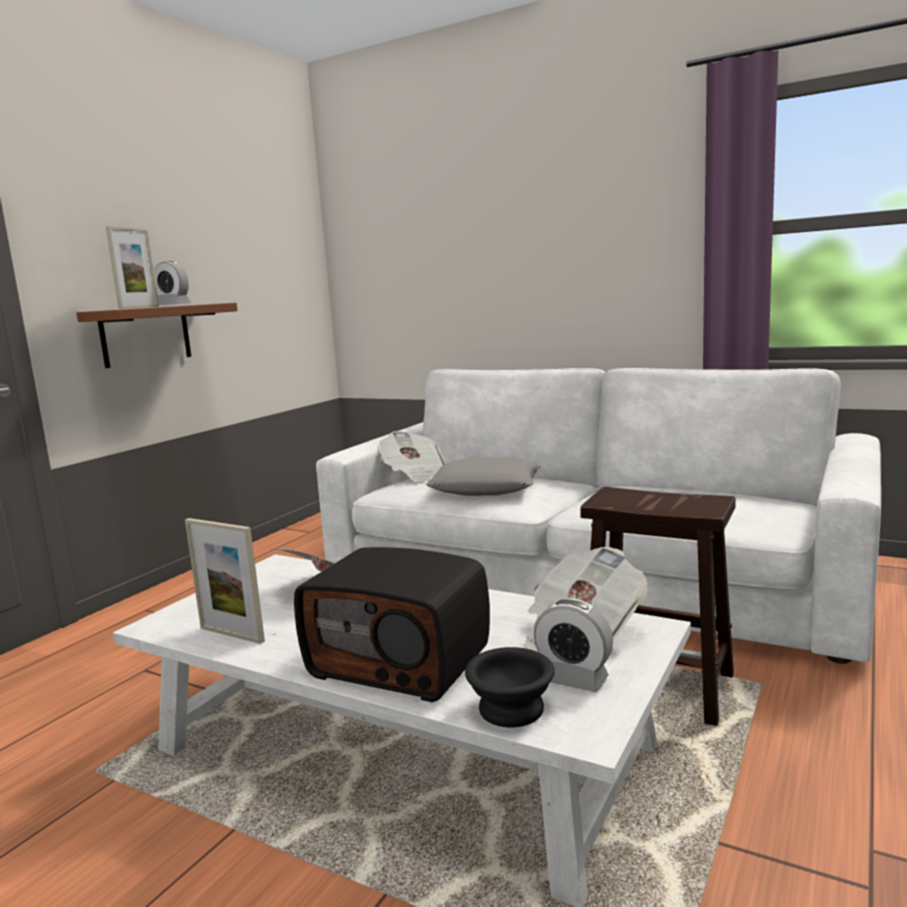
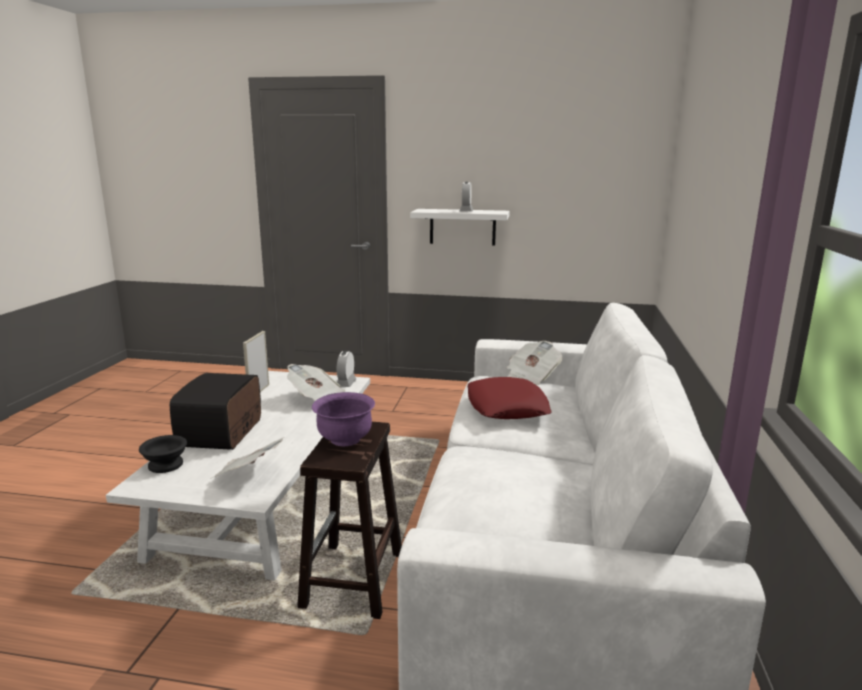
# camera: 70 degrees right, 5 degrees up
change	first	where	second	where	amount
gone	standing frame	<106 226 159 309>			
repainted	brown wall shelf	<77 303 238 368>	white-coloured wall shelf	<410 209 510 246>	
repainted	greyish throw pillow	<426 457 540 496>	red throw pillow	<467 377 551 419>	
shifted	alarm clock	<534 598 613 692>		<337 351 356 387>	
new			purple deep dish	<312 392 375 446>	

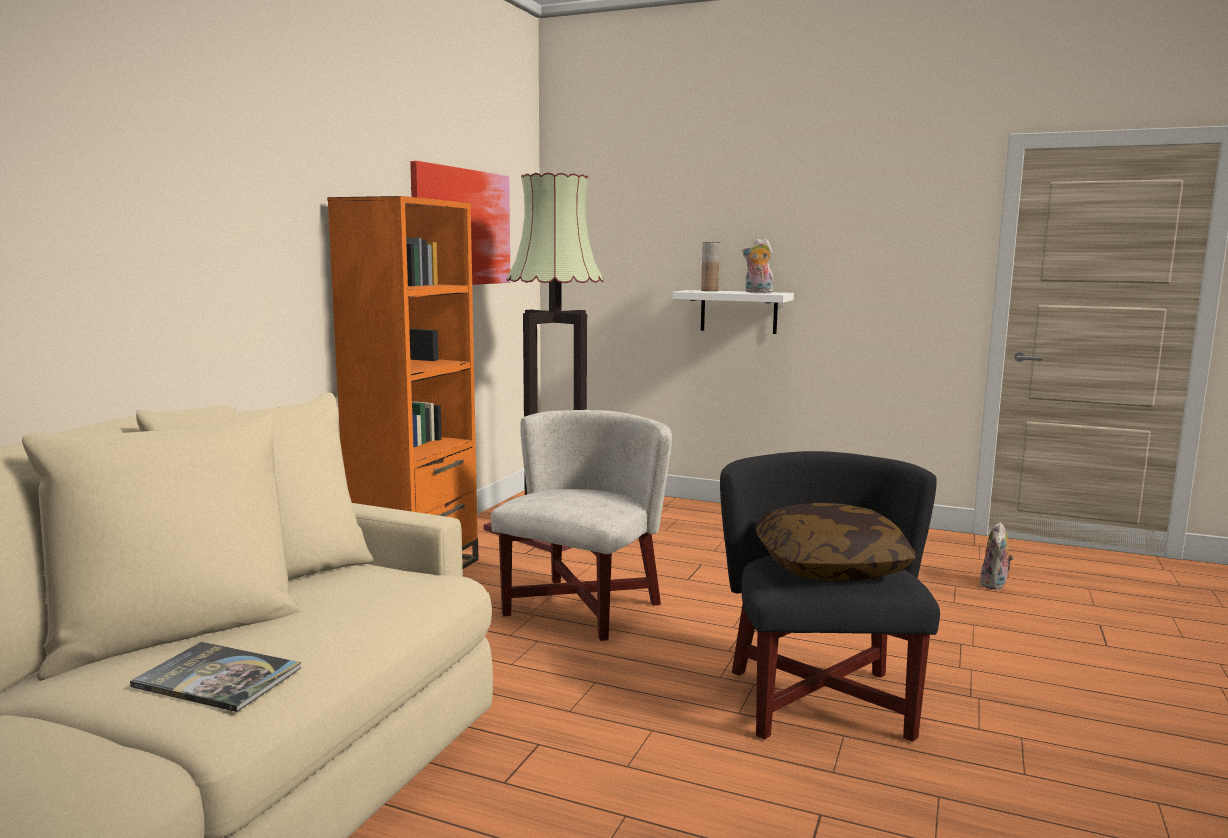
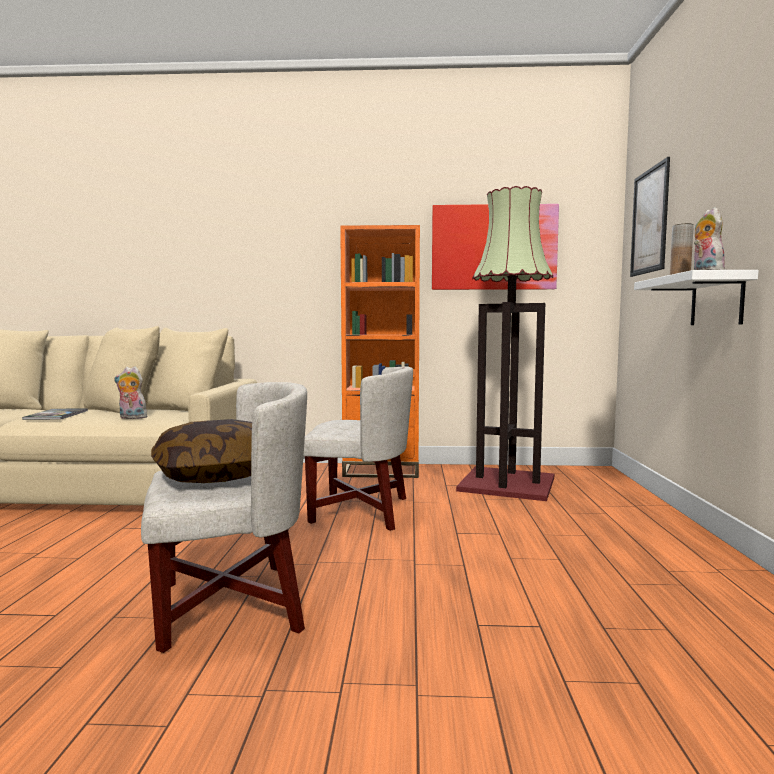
# camera: 70 degrees right, 5 degrees down
change	first	where	second	where	amount
repainted	black-coloured easy chair	<720 451 940 742>	white-coloured easy chair	<141 382 307 653>	
shifted	cuddly toy	<979 522 1014 590>		<114 366 147 419>	
new			wall picture	<630 157 670 277>	

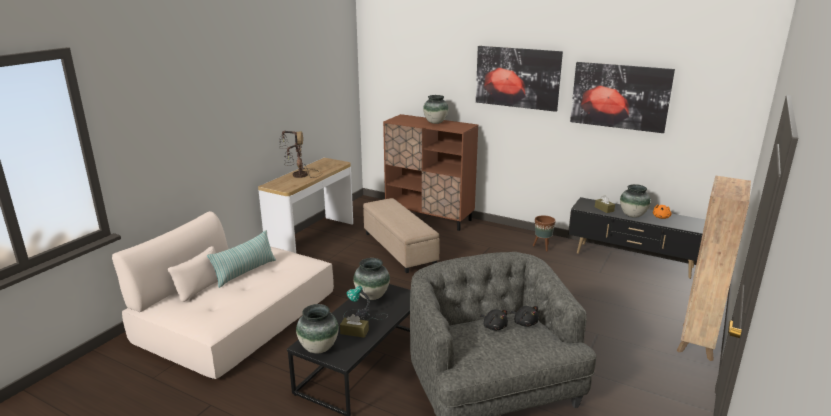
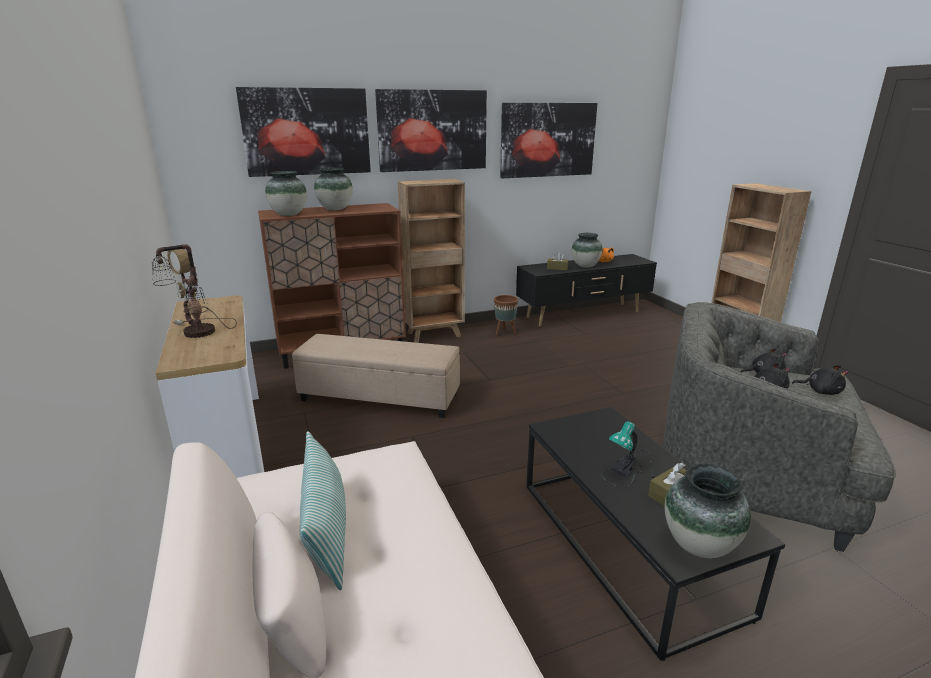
# camera: 50 degrees left, 0 degrees up
change	first	where	second	where	amount
shifted	decorative vase	<353 258 390 300>		<265 171 307 216>	
new			wall picture	<236 87 371 177>	
new			brown bookshelf	<398 179 465 343>	
new			black-coloured cuddly toy	<792 365 848 395>	

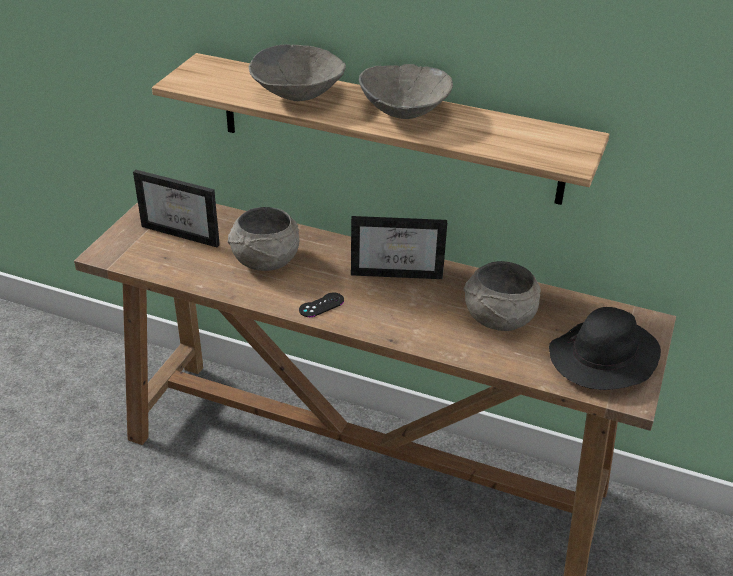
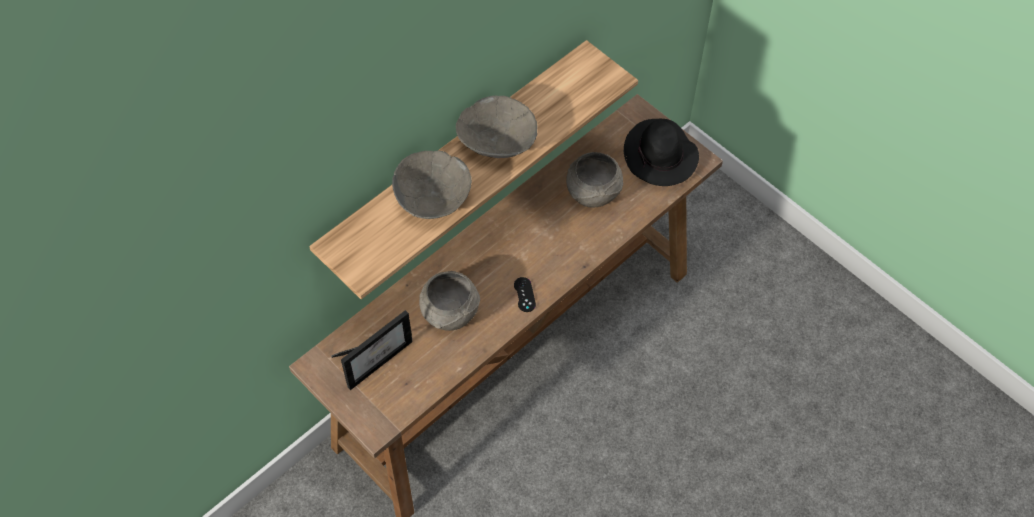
# camera: 65 degrees left, 20 degrees up
change	first	where	second	where	amount
gone	standing frame	<351 216 447 279>			

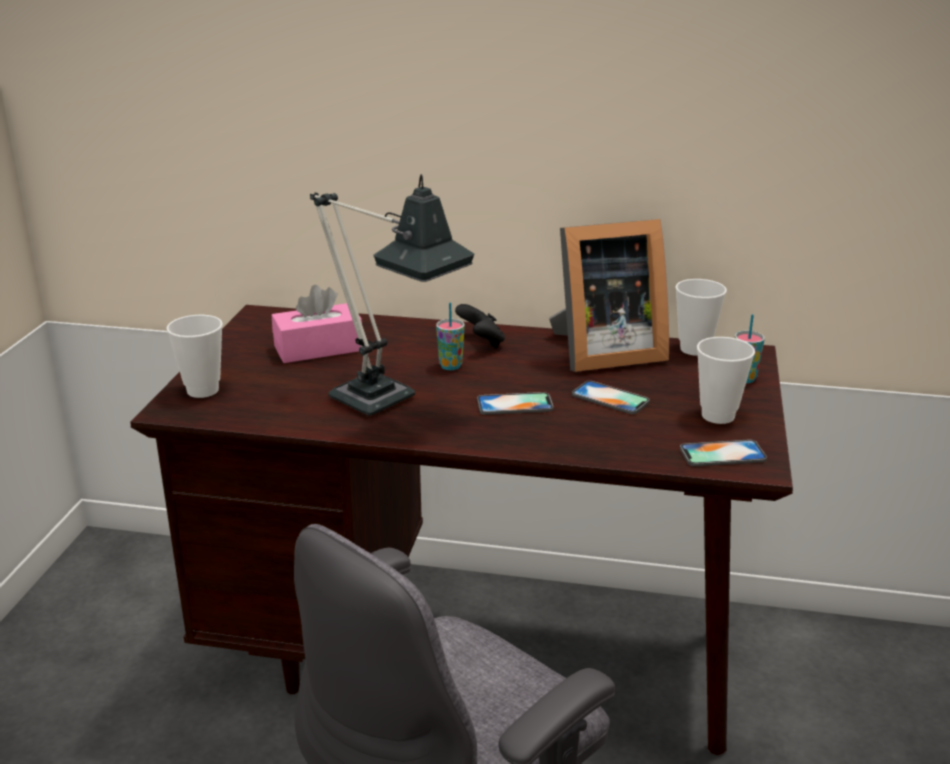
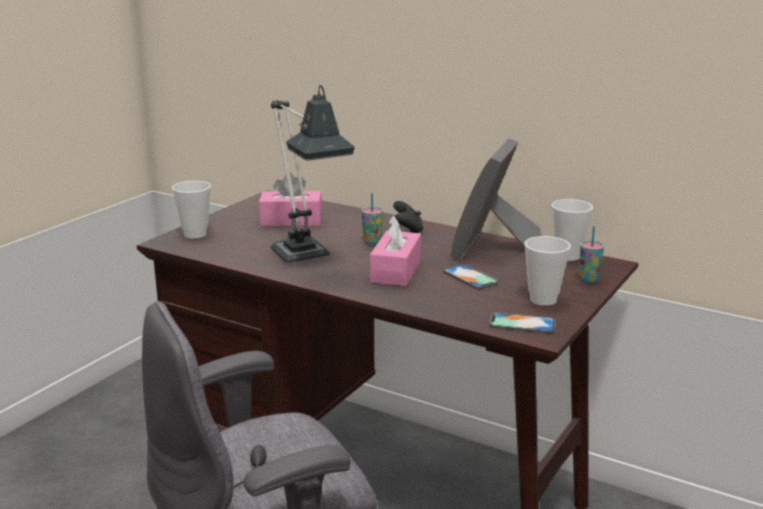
# camera: 20 degrees right, 5 degrees down
change	first	where	second	where	amount
rotated	standing frame	<549 219 669 372>		<450 138 542 261>	105 degrees clockwise
swapped	handset	<477 392 554 415>	pink tissue holder	<370 215 421 286>	

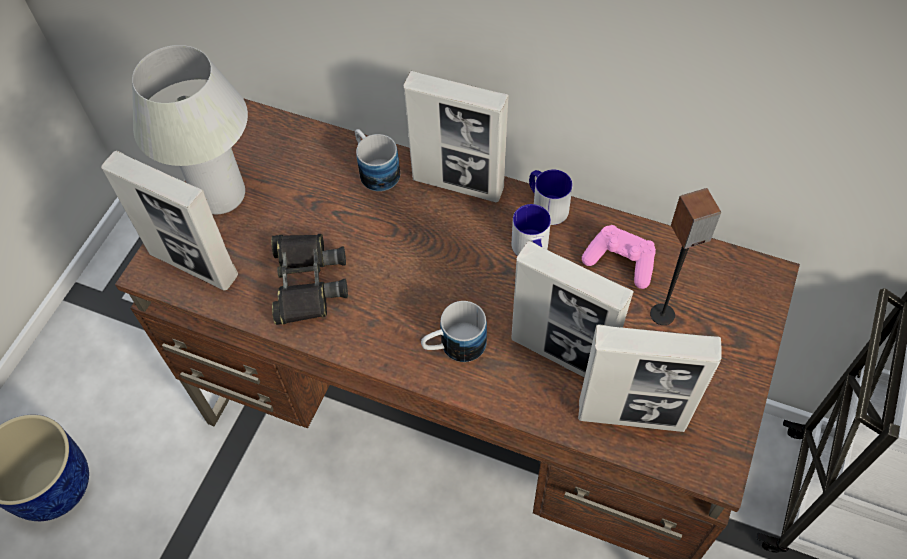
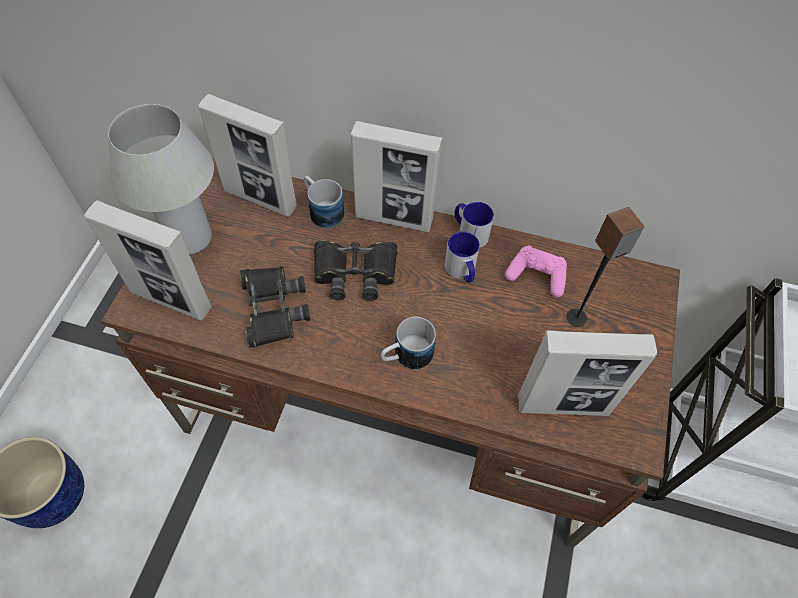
# camera: 10 degrees left, 0 degrees up
change	first	where	second	where	amount
shifted	standing frame	<511 241 634 377>		<198 94 297 217>	
new			black-coloured pair of binoculars	<314 240 398 301>	

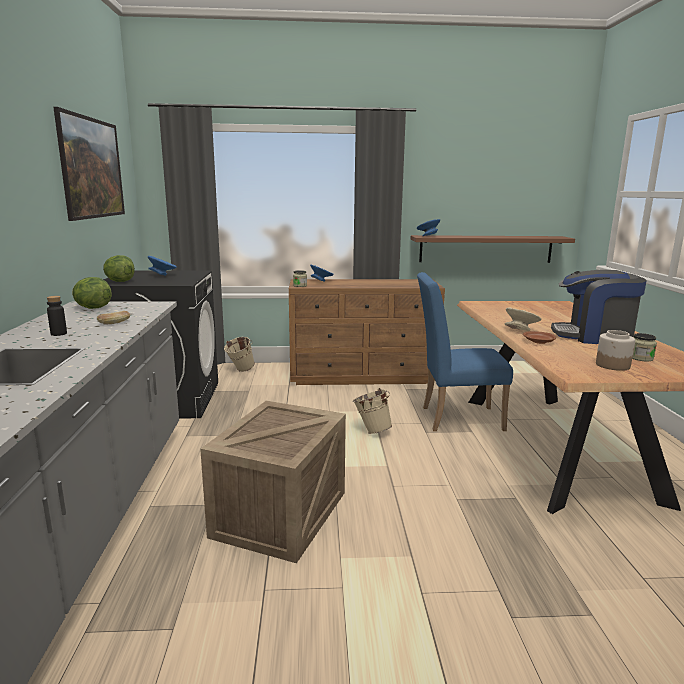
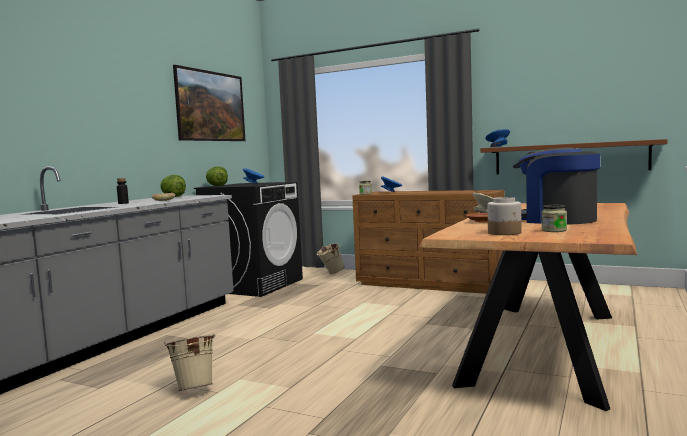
# camera: 30 degrees right, 10 degrees down
change	first	where	second	where	amount
gone	blue-coloured chair	<417 272 513 431>			
shifted	beige pail	<353 388 392 434>		<164 333 215 391>	
gone	packing crate	<200 401 346 563>			

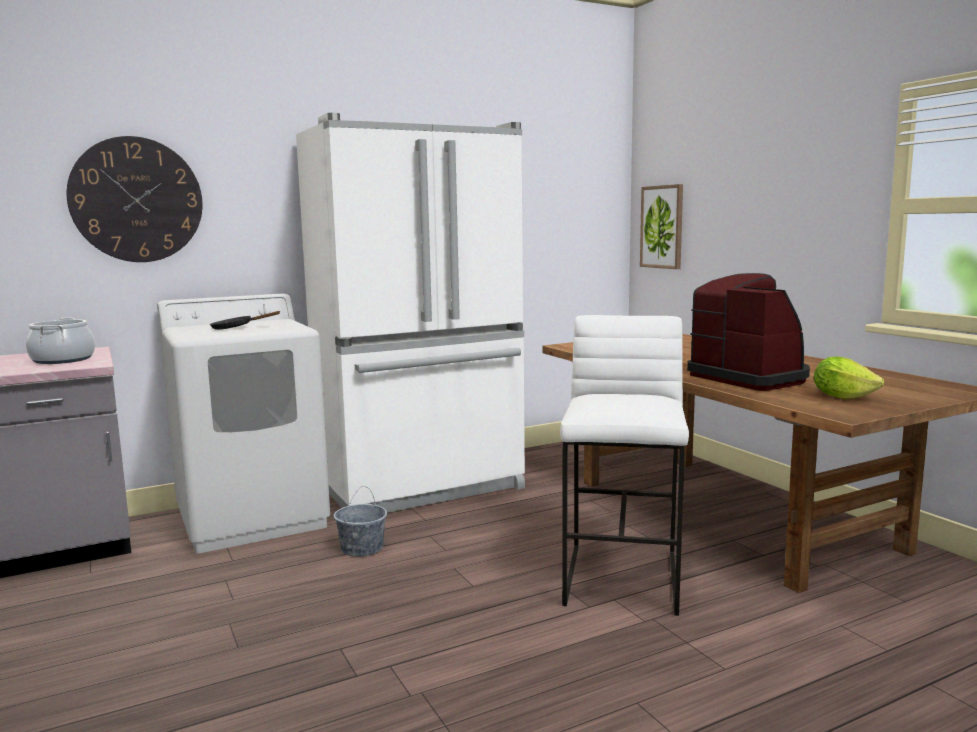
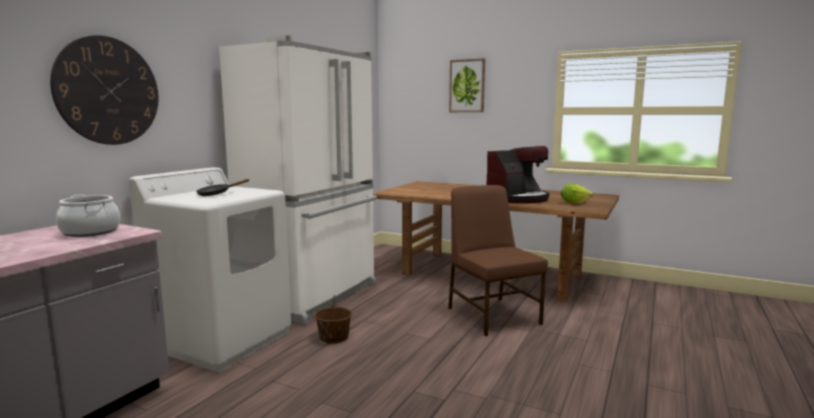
# camera: 35 degrees left, 0 degrees up
change	first	where	second	where	amount
shifted	wall picture	<640 184 683 269>		<449 58 485 112>	
rotated	coffee machine	<687 273 810 391>		<487 146 549 204>	120 degrees clockwise
swapped	white-coloured stool seat	<560 315 689 616>	brown chair	<448 185 548 336>	
repainted	greyish pail	<333 486 387 557>	brown pail	<314 300 352 344>	

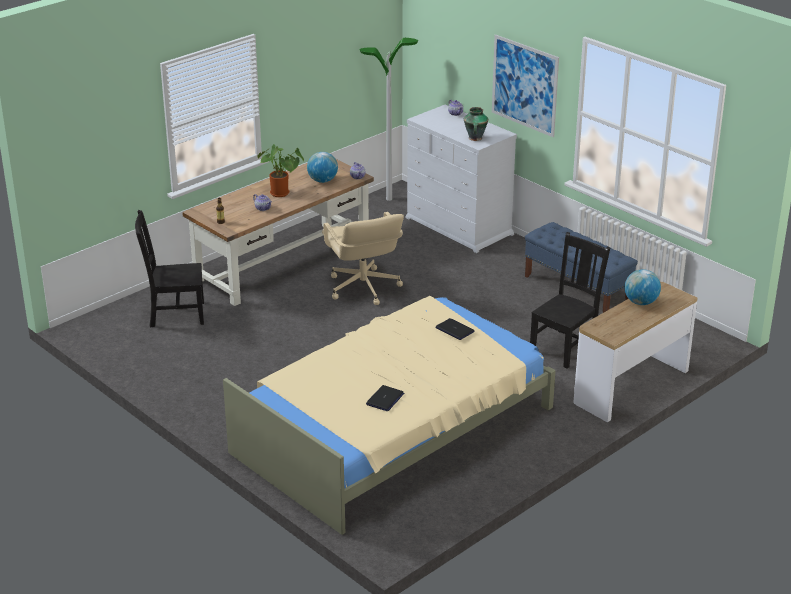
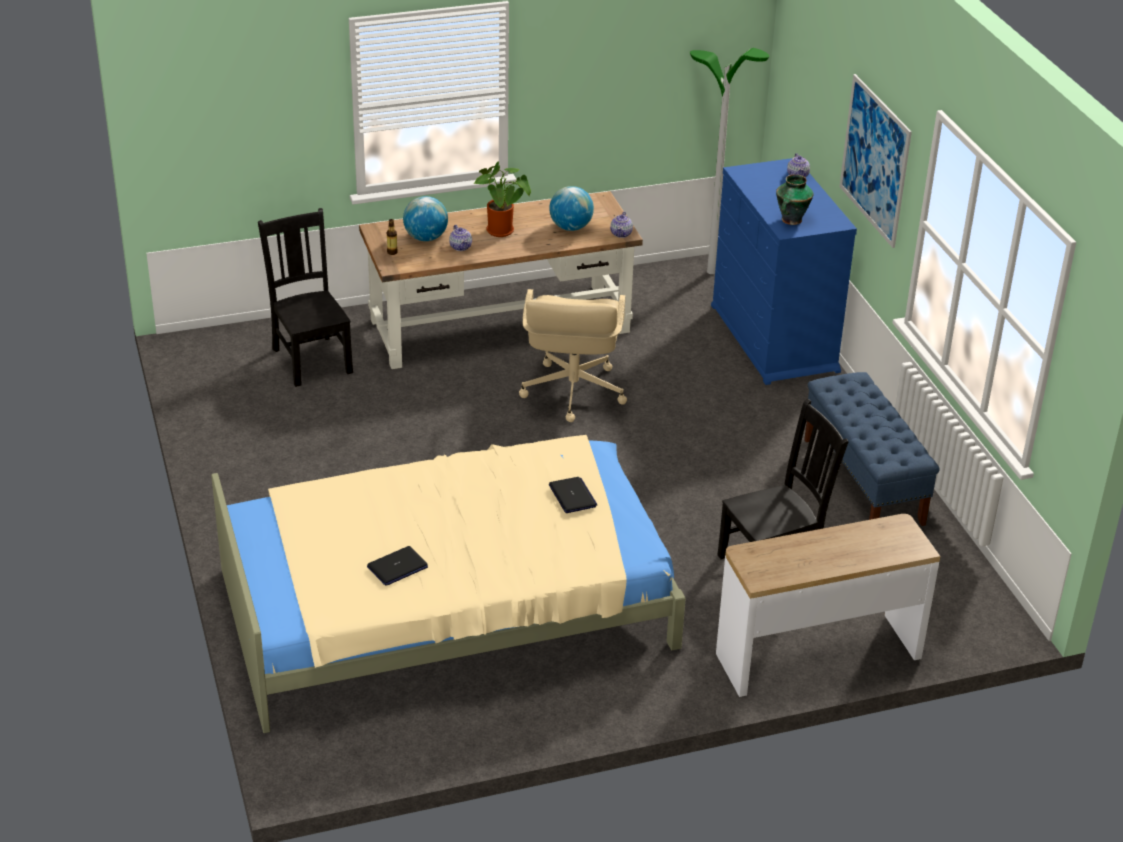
# camera: 25 degrees right, 5 degrees up
change	first	where	second	where	amount
repainted	white-coloured drawer chest	<405 105 517 253>	blue-coloured drawer chest	<711 158 857 385>	
rotated	black-coloured chair	<135 210 204 328>		<258 208 353 387>	45 degrees clockwise
shifted	globe	<624 269 661 305>		<403 196 448 241>	

